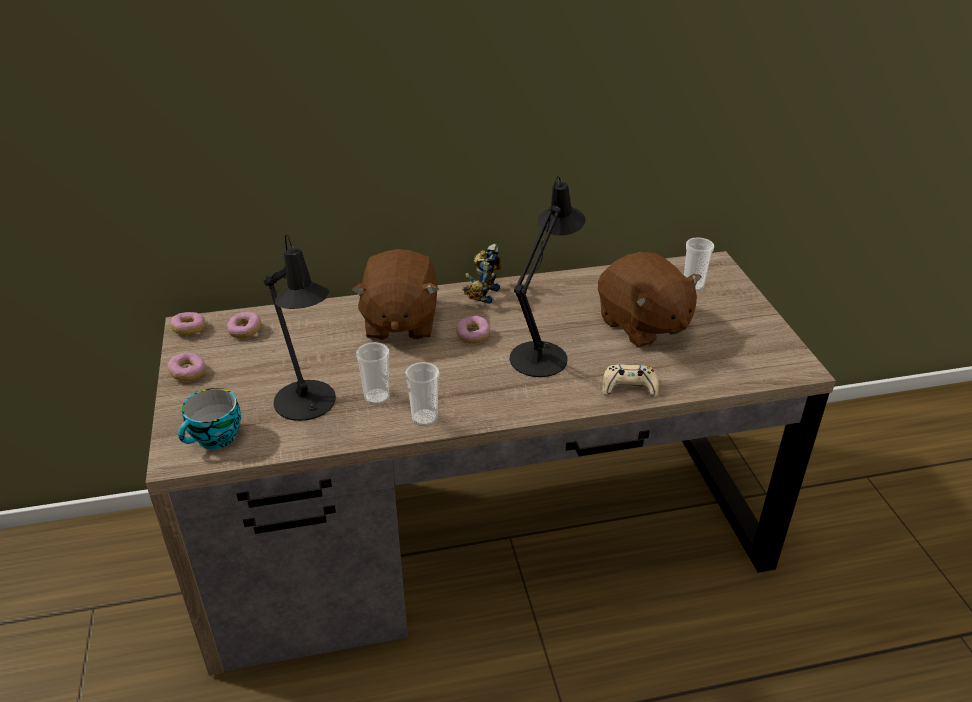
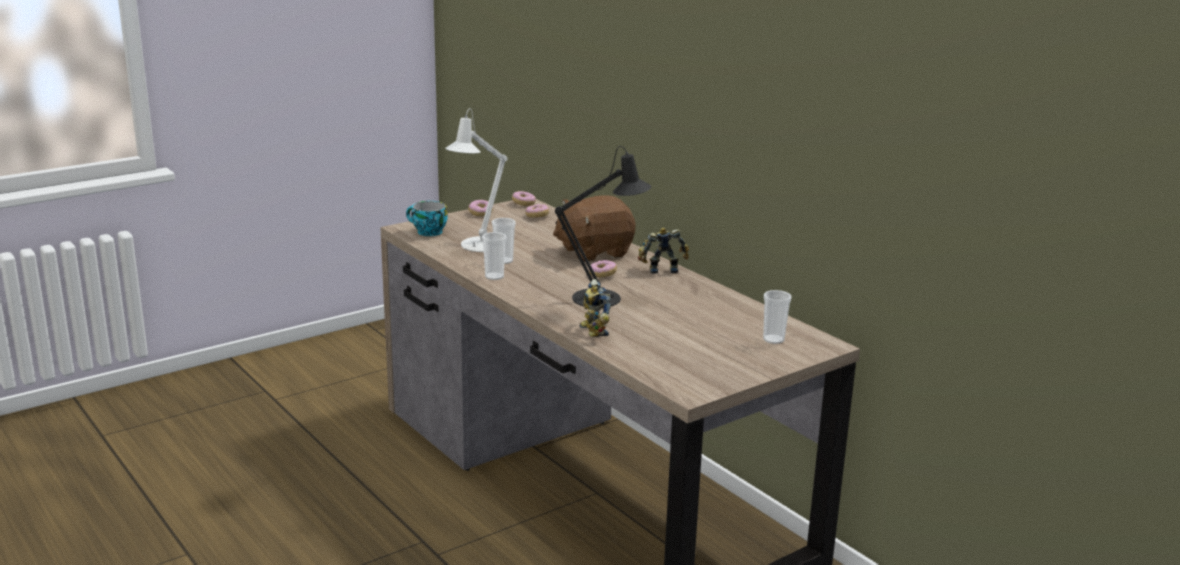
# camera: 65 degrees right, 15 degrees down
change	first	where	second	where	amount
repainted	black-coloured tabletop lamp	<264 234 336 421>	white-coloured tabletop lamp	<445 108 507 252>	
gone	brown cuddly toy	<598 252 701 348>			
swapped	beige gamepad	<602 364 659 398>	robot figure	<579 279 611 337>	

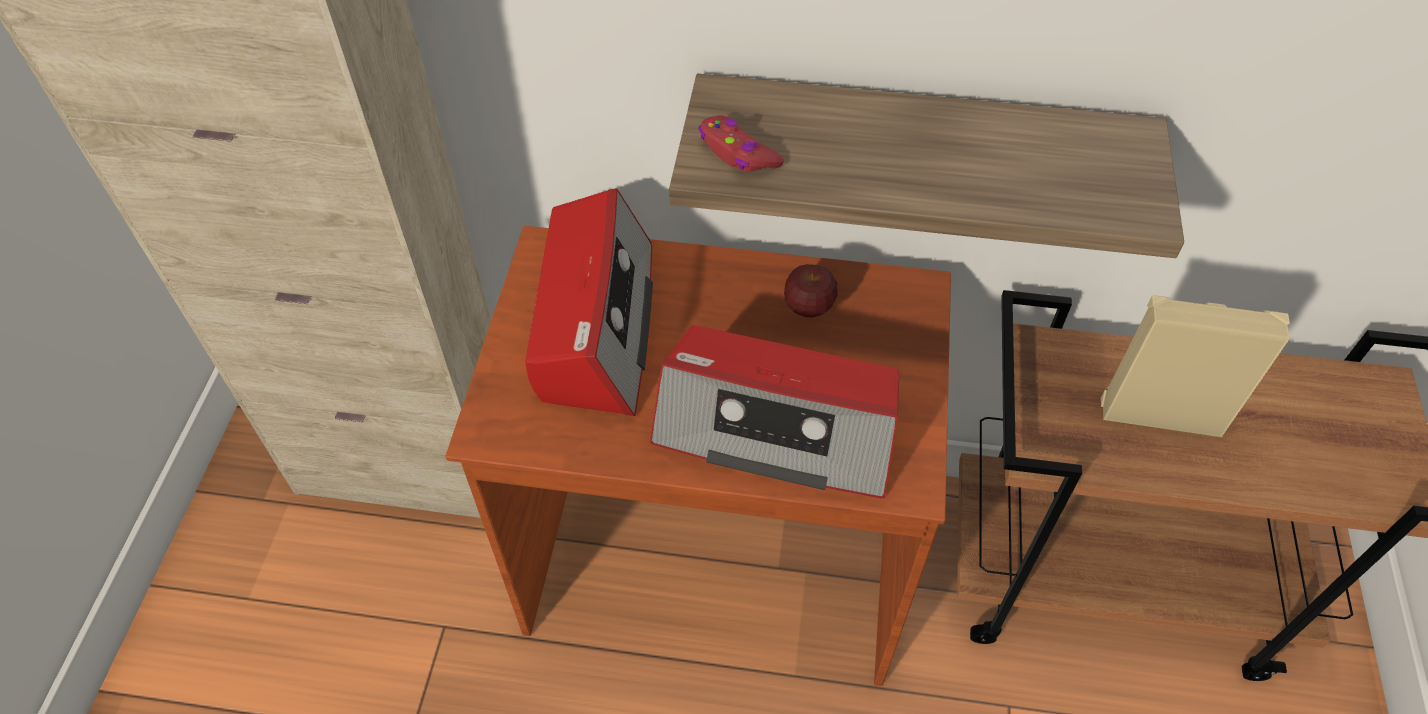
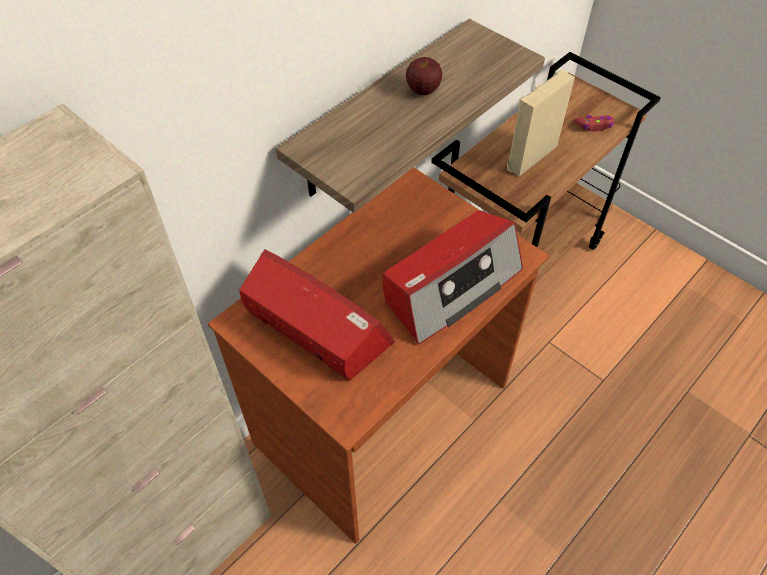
# camera: 55 degrees left, 0 degrees up
change	first	where	second	where	amount
shifted	red gamepad	<698 115 784 172>		<574 115 615 132>	
shifted	whole apple	<784 264 838 317>		<406 57 442 95>	

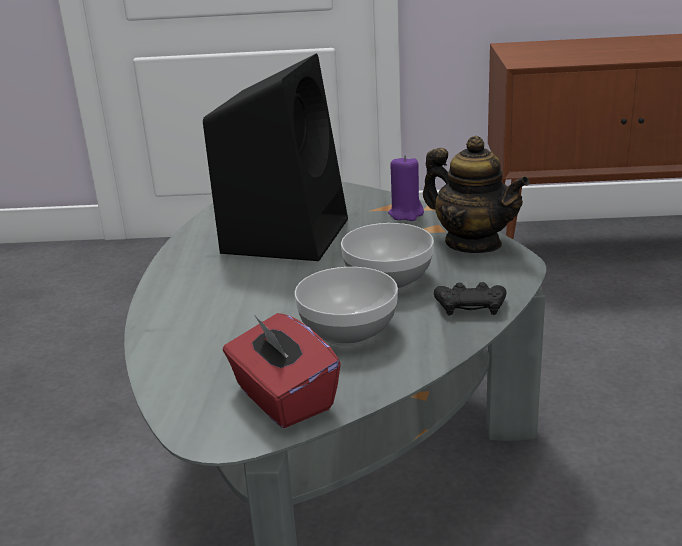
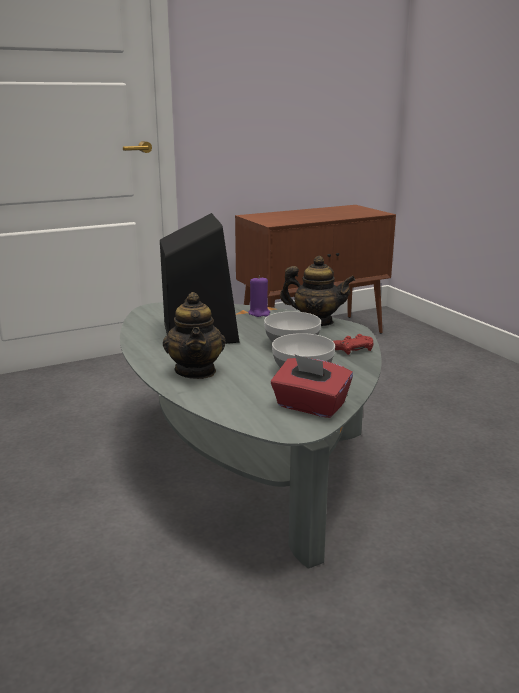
# camera: 30 degrees left, 5 degrees down
change	first	where	second	where	amount
repainted	black-coloured gamepad	<434 282 506 316>	red gamepad	<333 334 373 355>	
new			pot for tea	<163 292 226 379>	

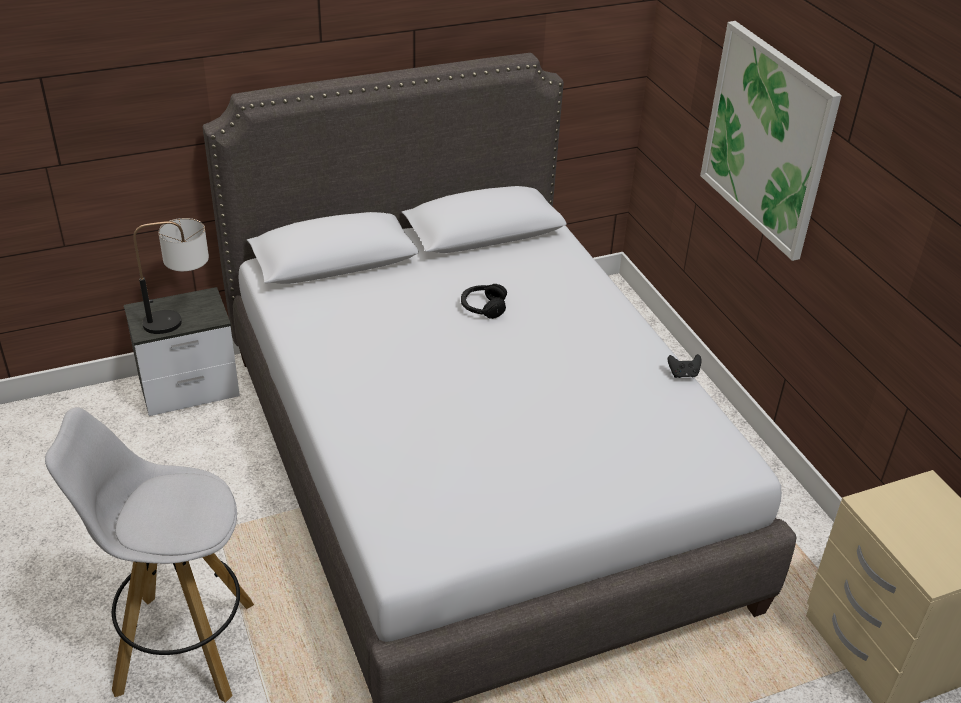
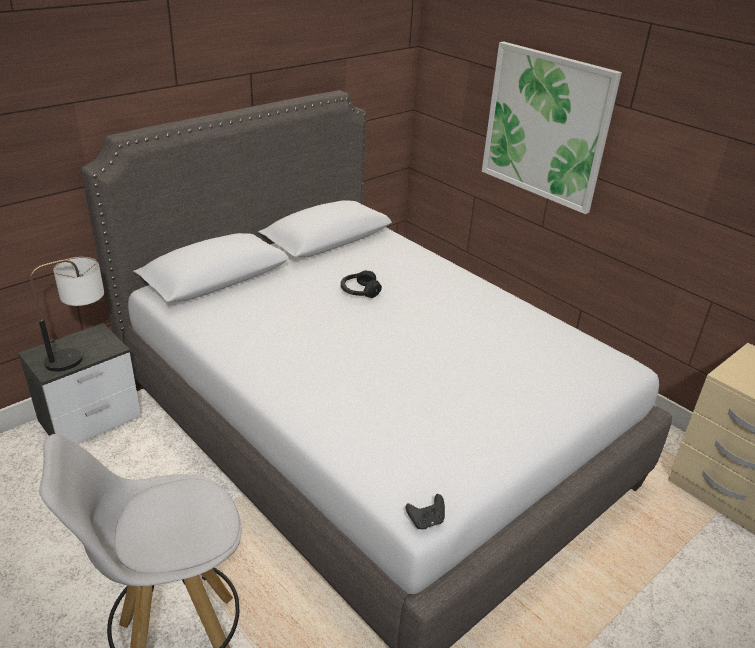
# camera: 20 degrees left, 5 degrees down
change	first	where	second	where	amount
shifted	black-coloured gamepad	<668 354 701 378>		<406 494 445 529>	

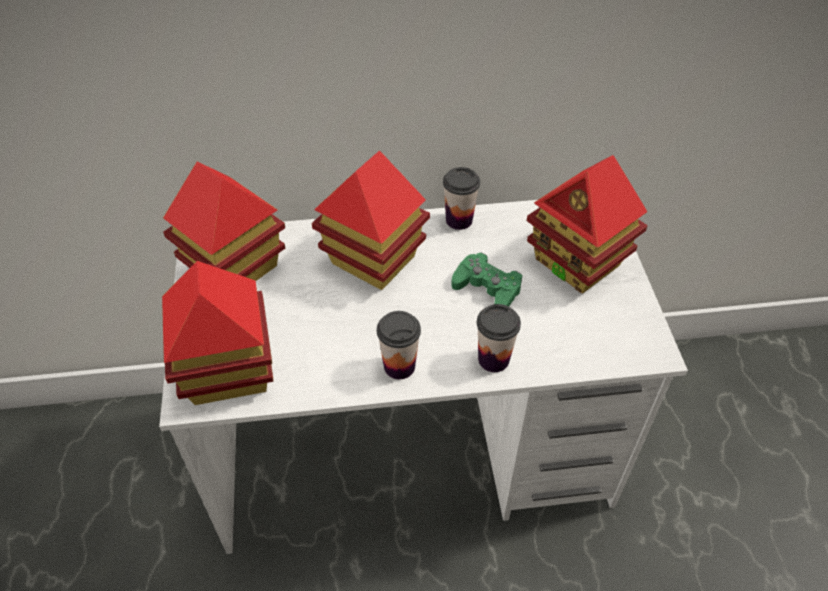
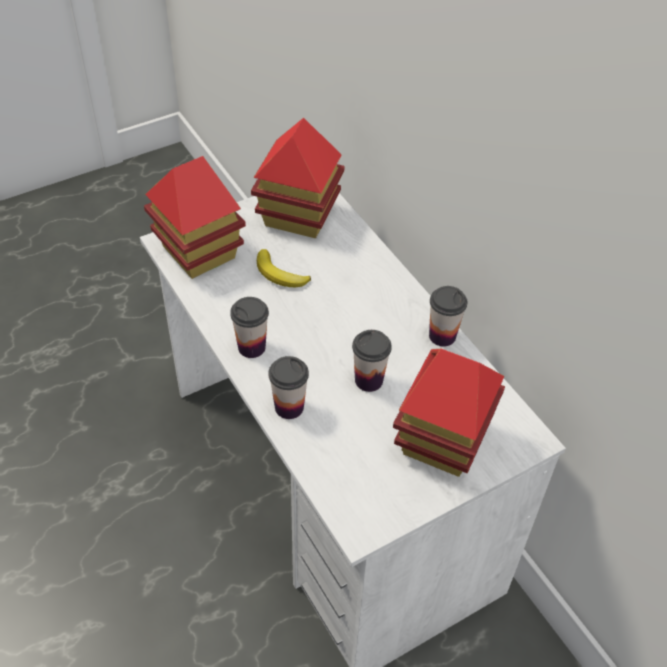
# camera: 65 degrees right, 0 degrees up
change	first	where	second	where	amount
gone	toy house	<312 151 430 290>			
swapped	green gamepad	<451 253 522 306>	drinking cup	<352 330 392 392>	
new			banana fruit	<257 249 311 287>	

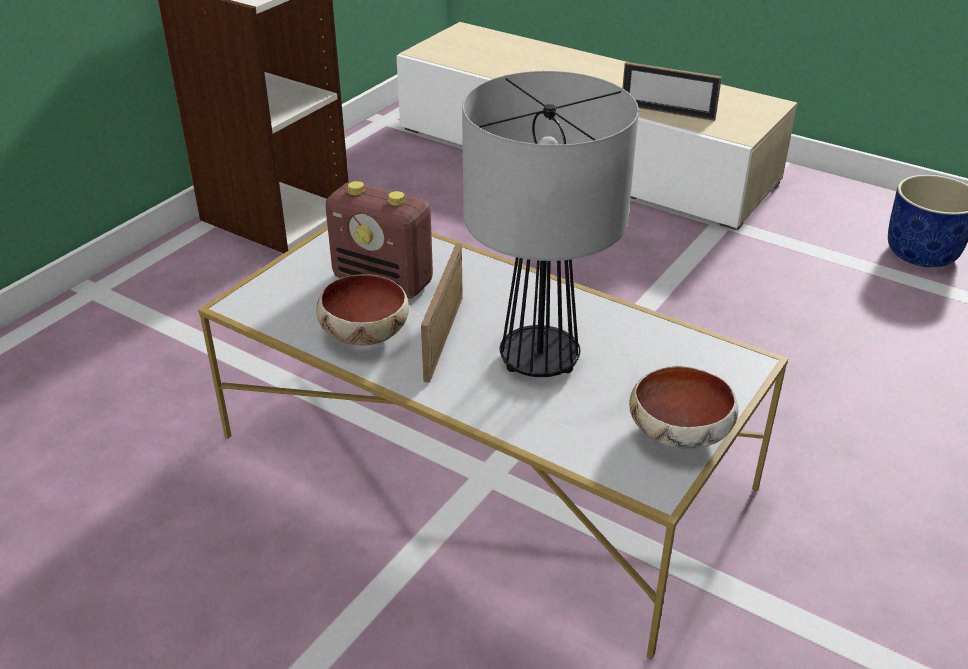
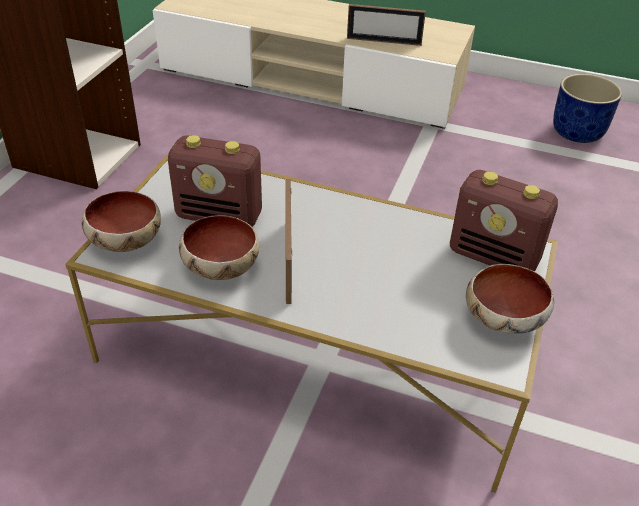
# camera: 15 degrees left, 5 degrees up
change	first	where	second	where	amount
gone	tabletop lamp	<462 71 639 377>			
new			radio	<450 170 558 272>	
new			deep dish	<82 191 161 252>	

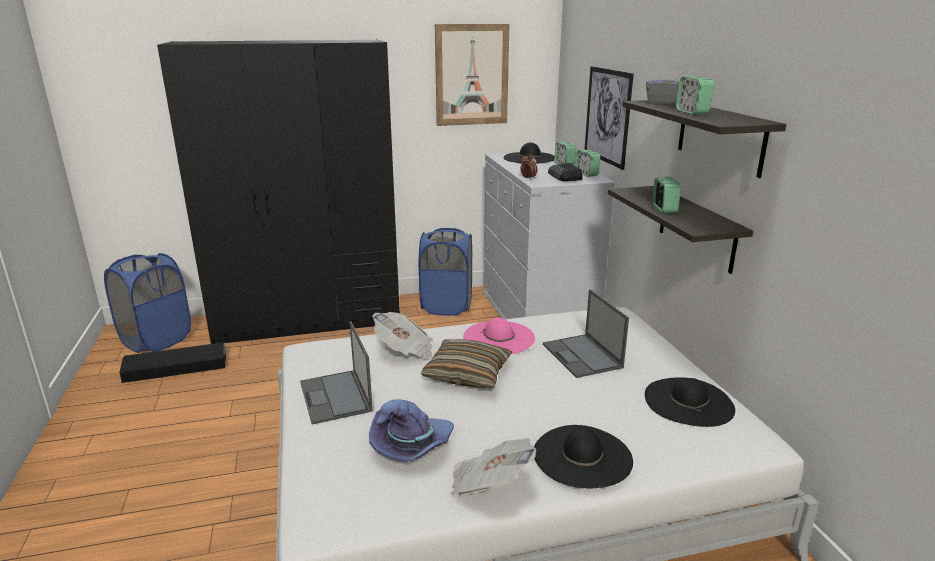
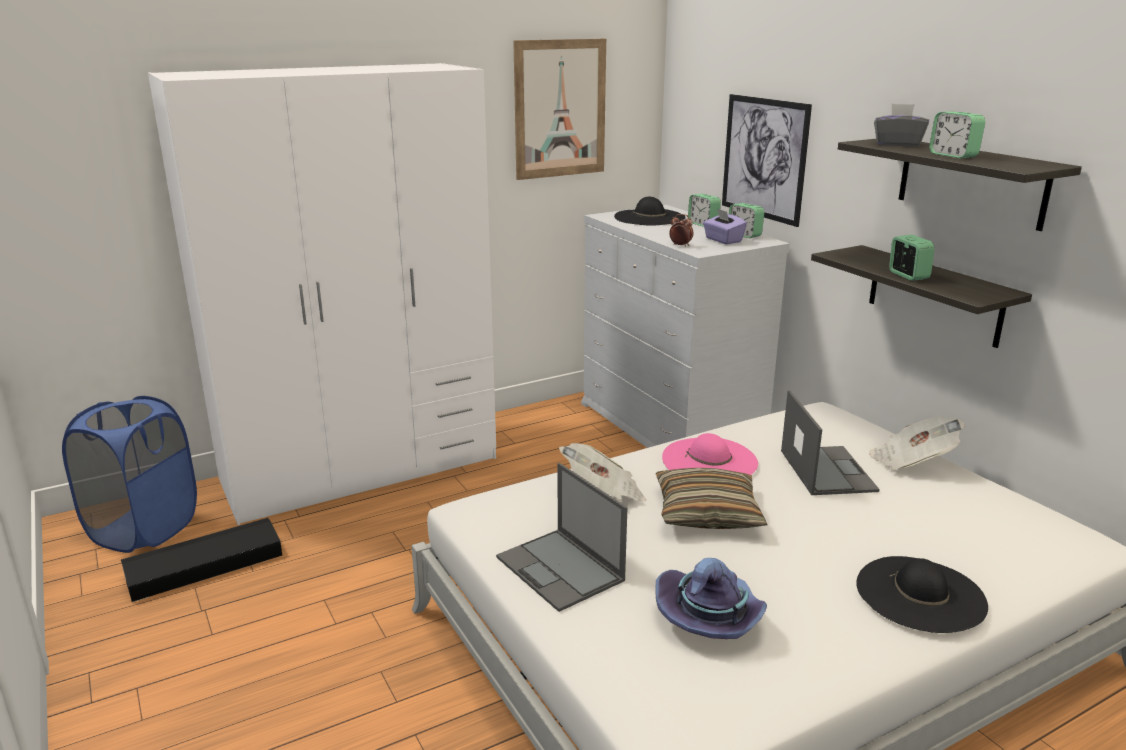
# camera: 15 degrees left, 0 degrees up
change	first	where	second	where	amount
repainted	black-coloured clothes cupboard	<157 39 400 344>	white-coloured clothes cupboard	<148 63 496 525>	
swapped	radio	<548 163 582 181>	purple tissue holder	<703 208 747 244>	
gone	blue-coloured hamper	<419 228 472 316>			
rotated	laptop	<543 289 629 378>		<781 390 880 495>	150 degrees counterclockwise
gone	black-coloured hat	<645 377 735 427>			
shifted	daily paper	<451 438 536 495>		<869 415 965 471>	

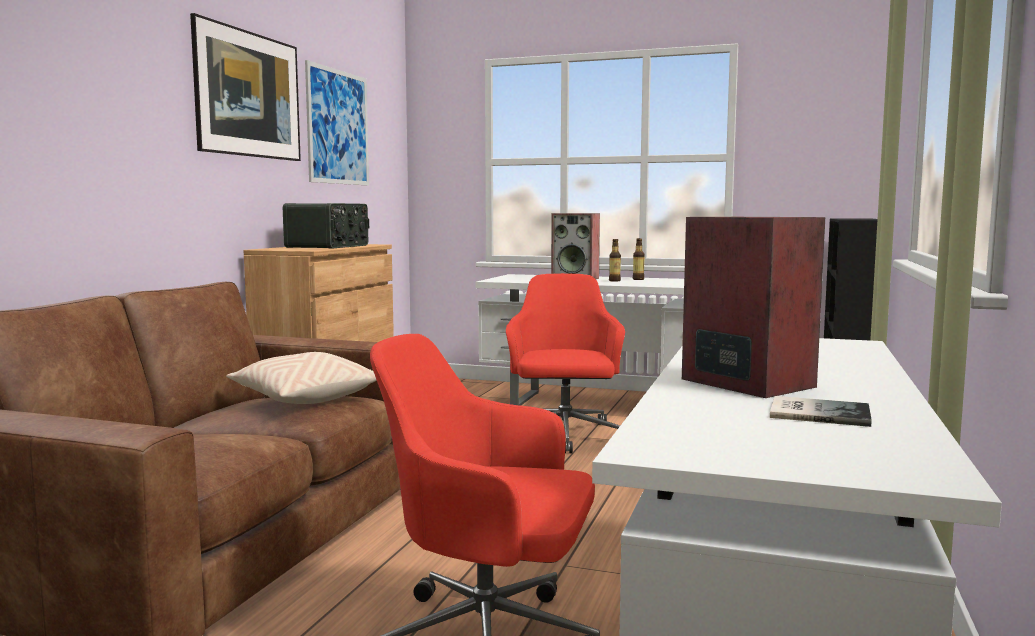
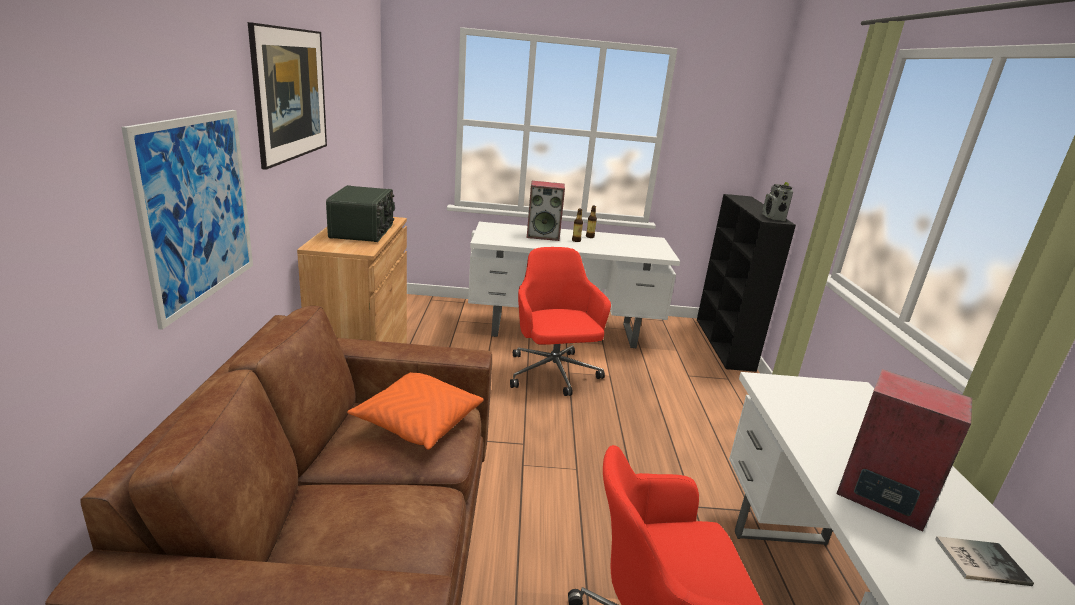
# camera: 20 degrees left, 15 degrees up
change	first	where	second	where	amount
shifted	wall picture	<305 60 369 186>		<121 110 253 330>	
repainted	beige throw pillow	<226 352 377 404>	orangey throw pillow	<347 372 484 450>	
new			radio	<762 182 793 221>	

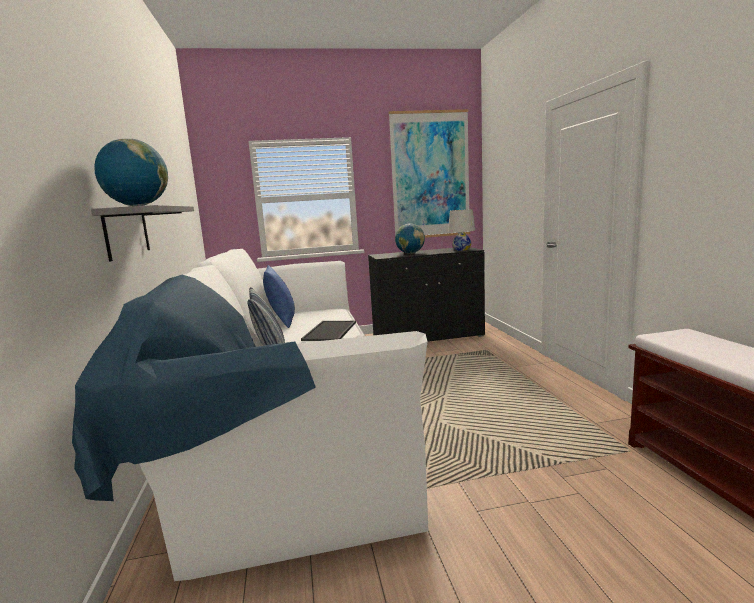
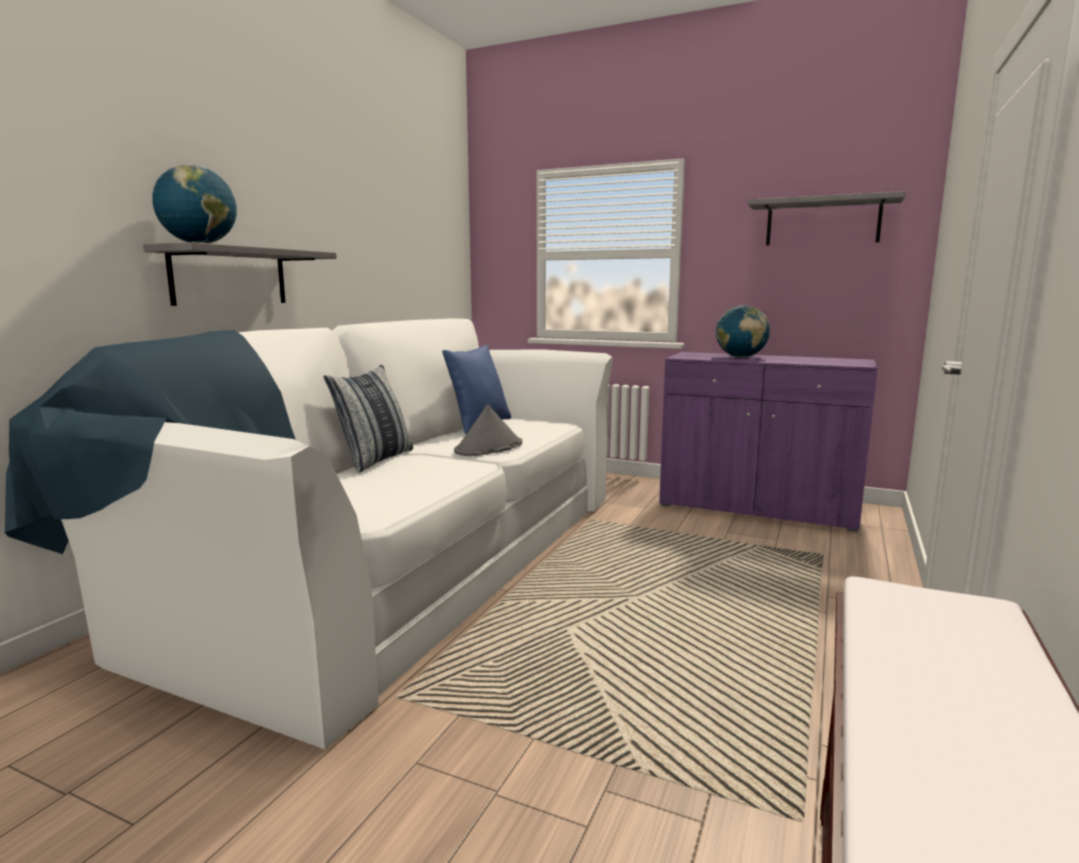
# camera: 35 degrees right, 0 degrees up
change	first	where	second	where	amount
swapped	wall picture	<389 109 470 238>	greyish wall shelf	<747 191 906 245>	
gone	white-coloured tabletop lamp	<448 209 475 251>			
repainted	black-coloured cupboard	<368 247 485 342>	purple cupboard	<659 352 877 532>	
swapped	serving tray	<301 321 356 341>	greyish hat	<454 404 522 456>	

